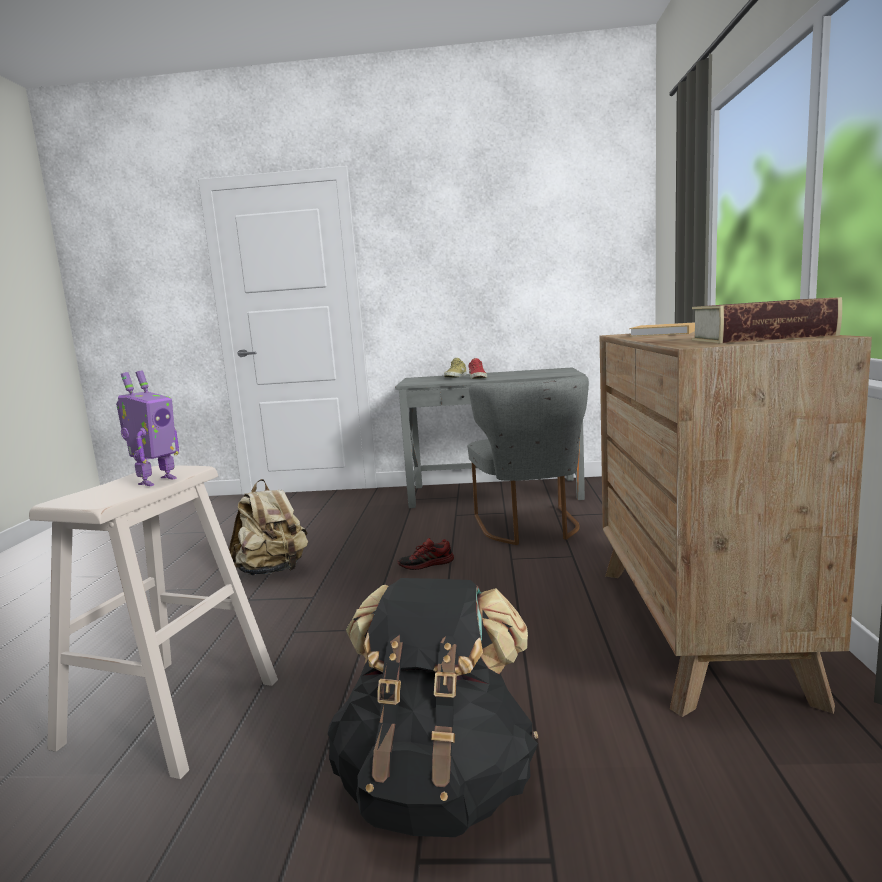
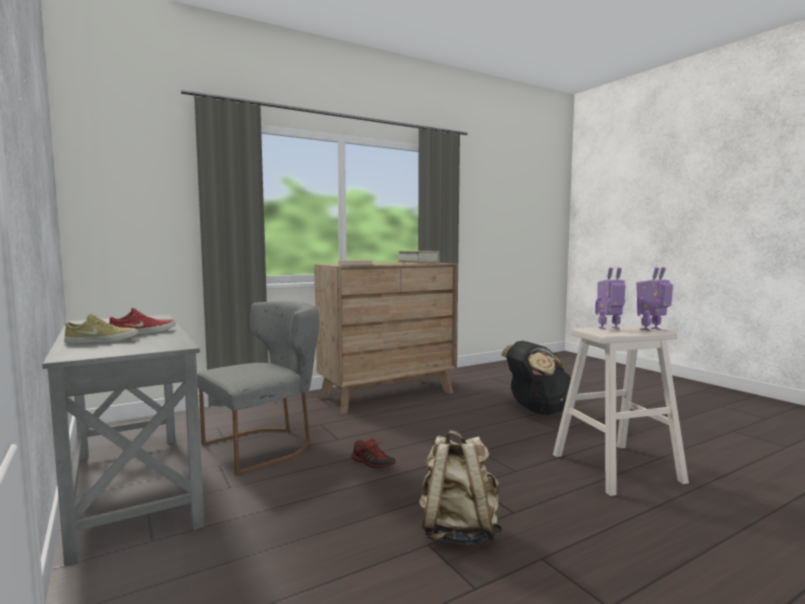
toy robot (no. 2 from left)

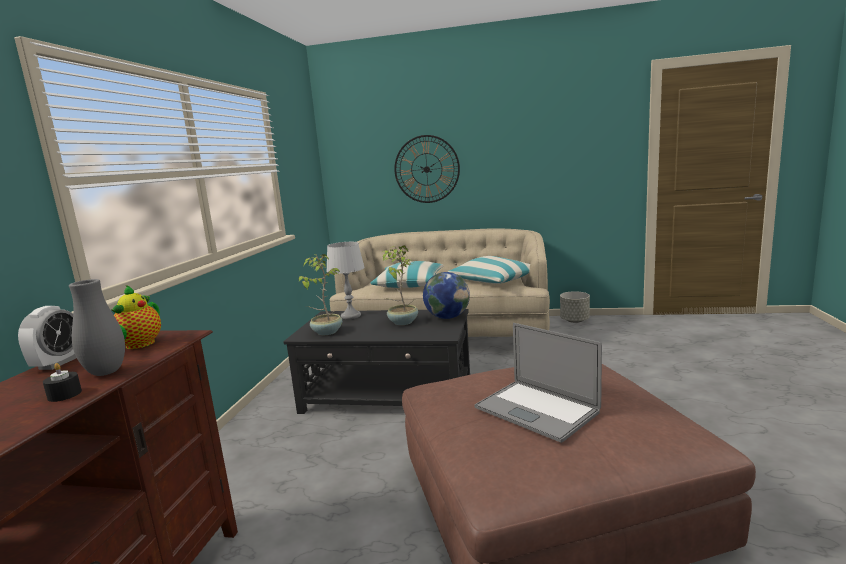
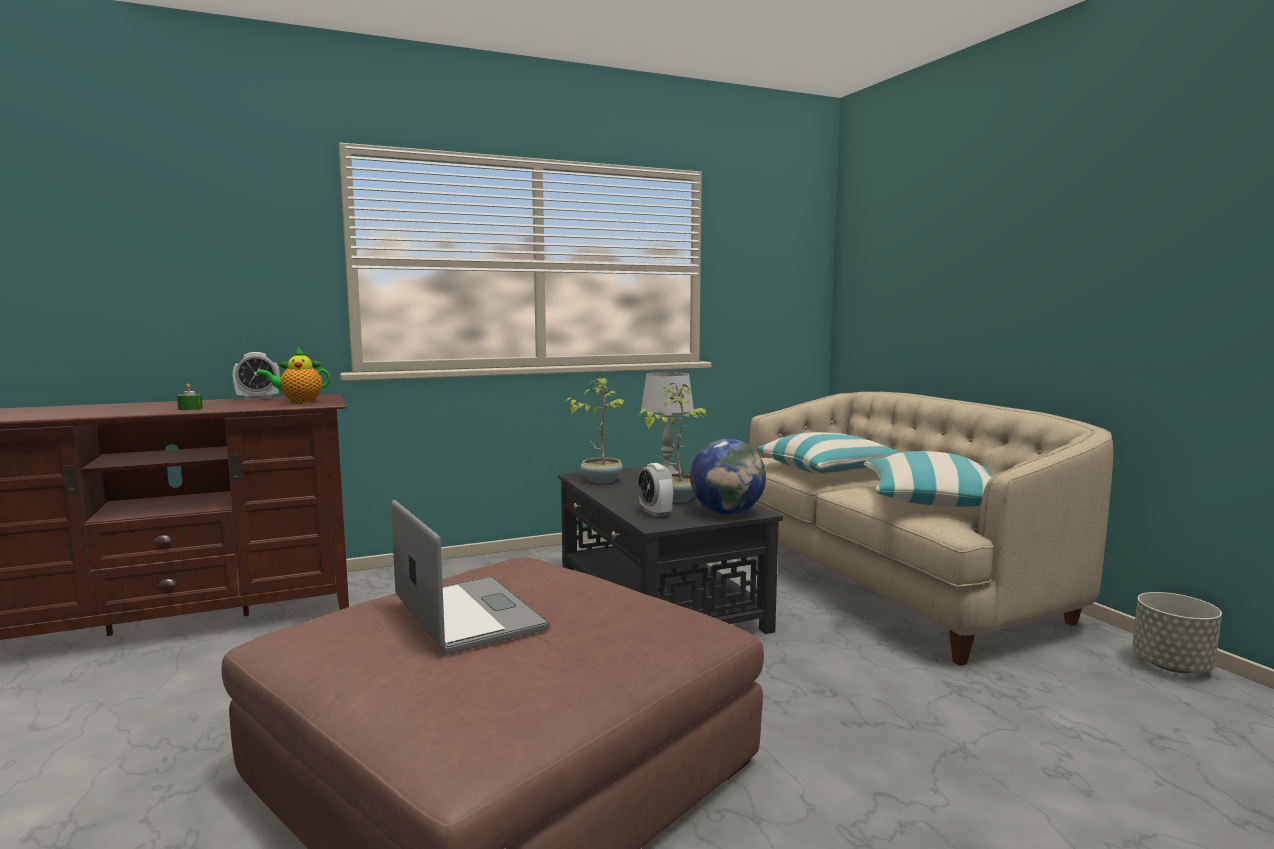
hanging clock
gray flower vase
portable computer
green wax candle
alarm clock (no. 2 from left)

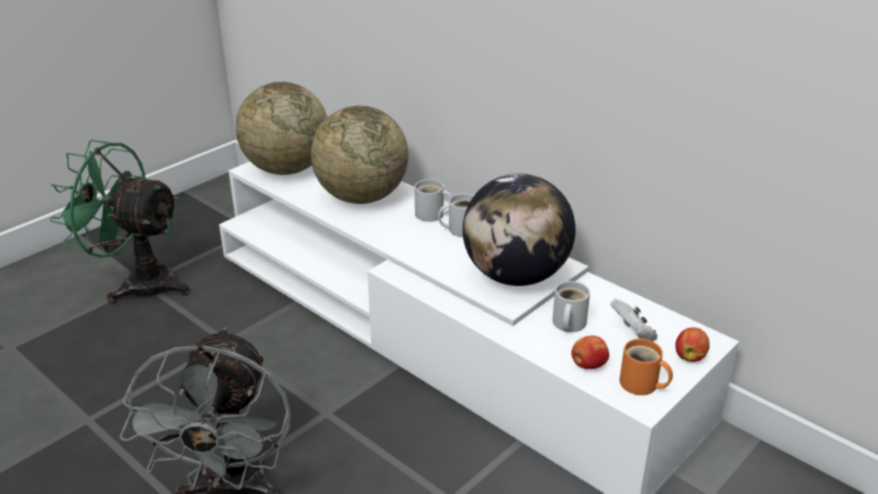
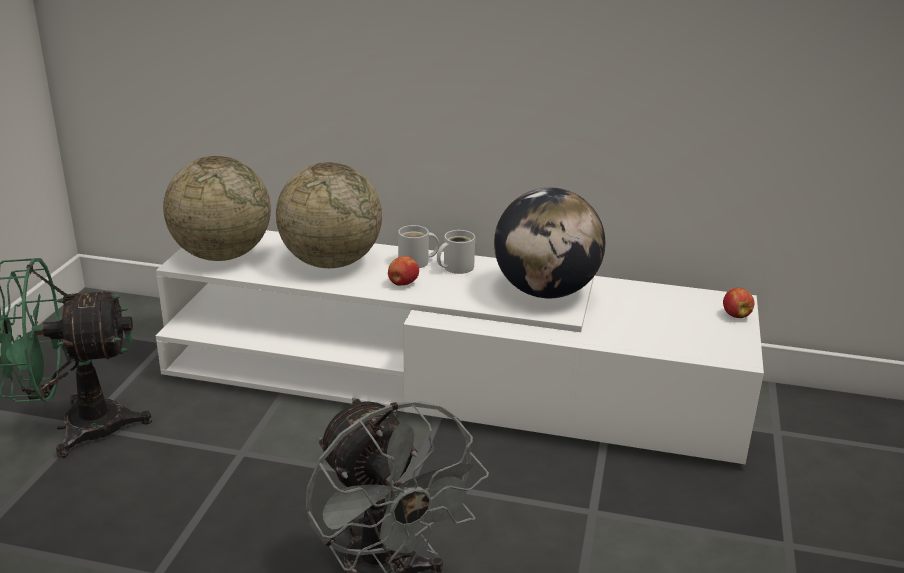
white mug (no. 3 from left in the first image)
white game controller
whole apple (no. 1 from left)
orange-coloured mug

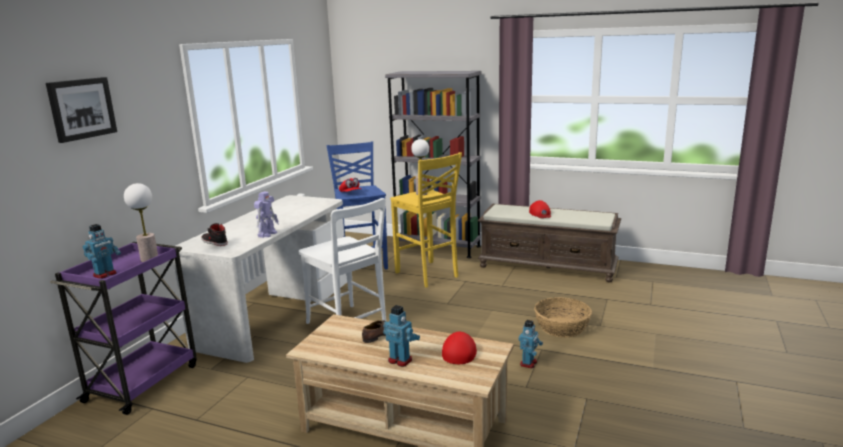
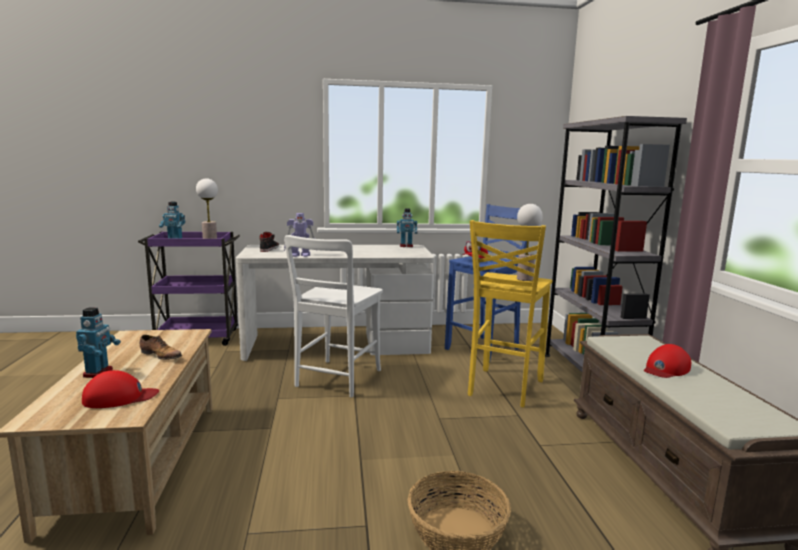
picture
toy robot (no. 4 from left)

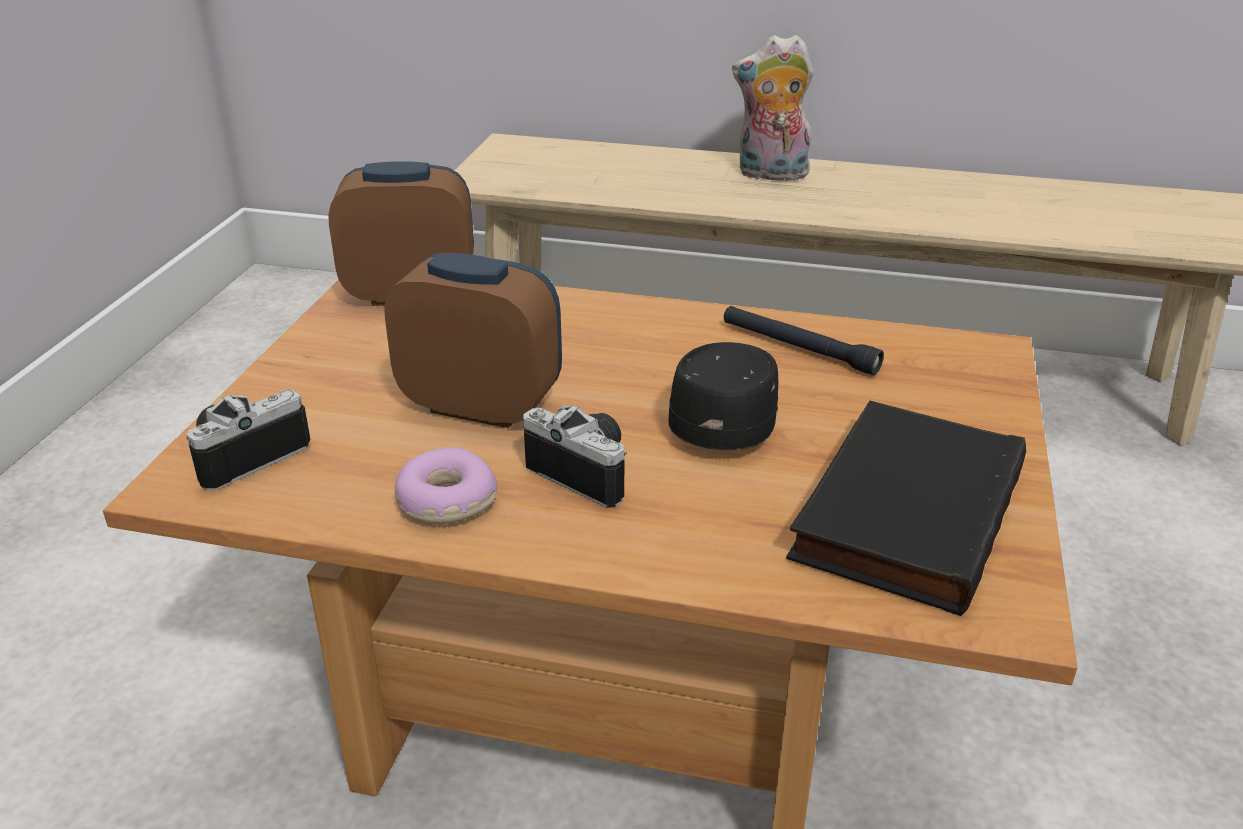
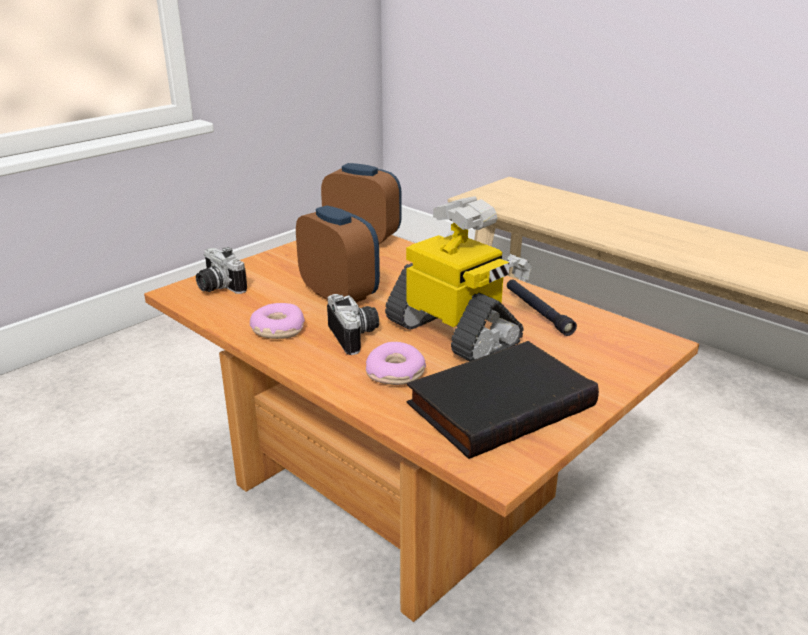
plush toy
toy robot
photo camera (no. 1 from left)
doughnut (no. 2 from left)

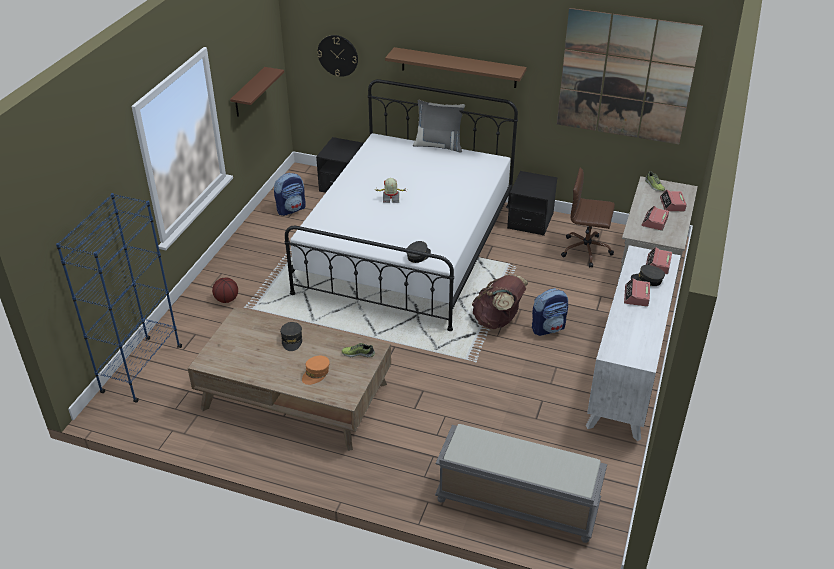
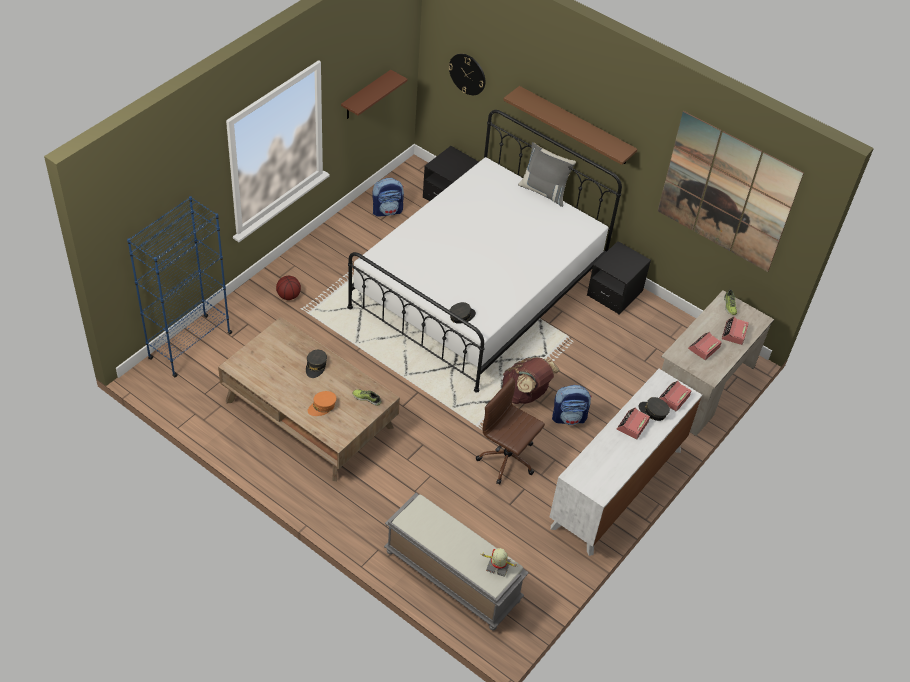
brown computer chair
toy robot

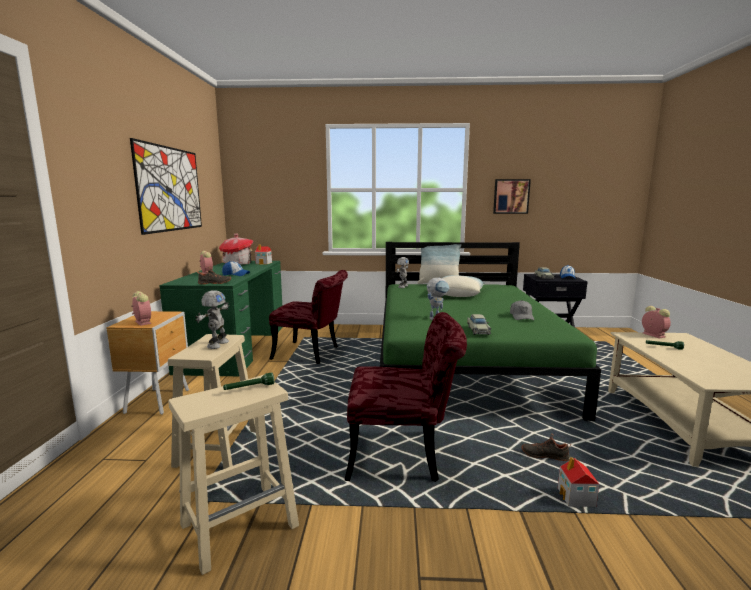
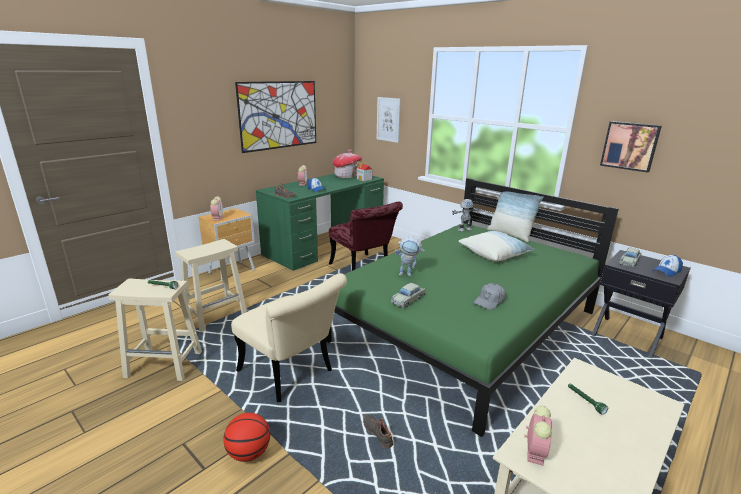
toy robot (no. 1 from left in the first image)
alarm clock (no. 3 from left)
beige upright chair
miniature house (no. 3 from left in the first image)
picture (no. 2 from left)
basketball

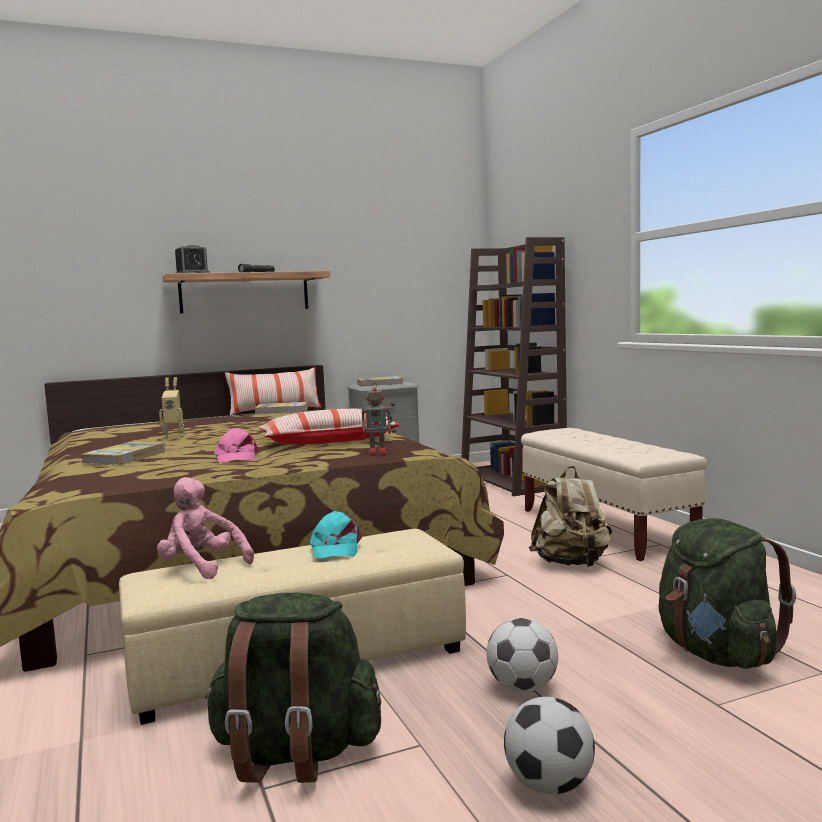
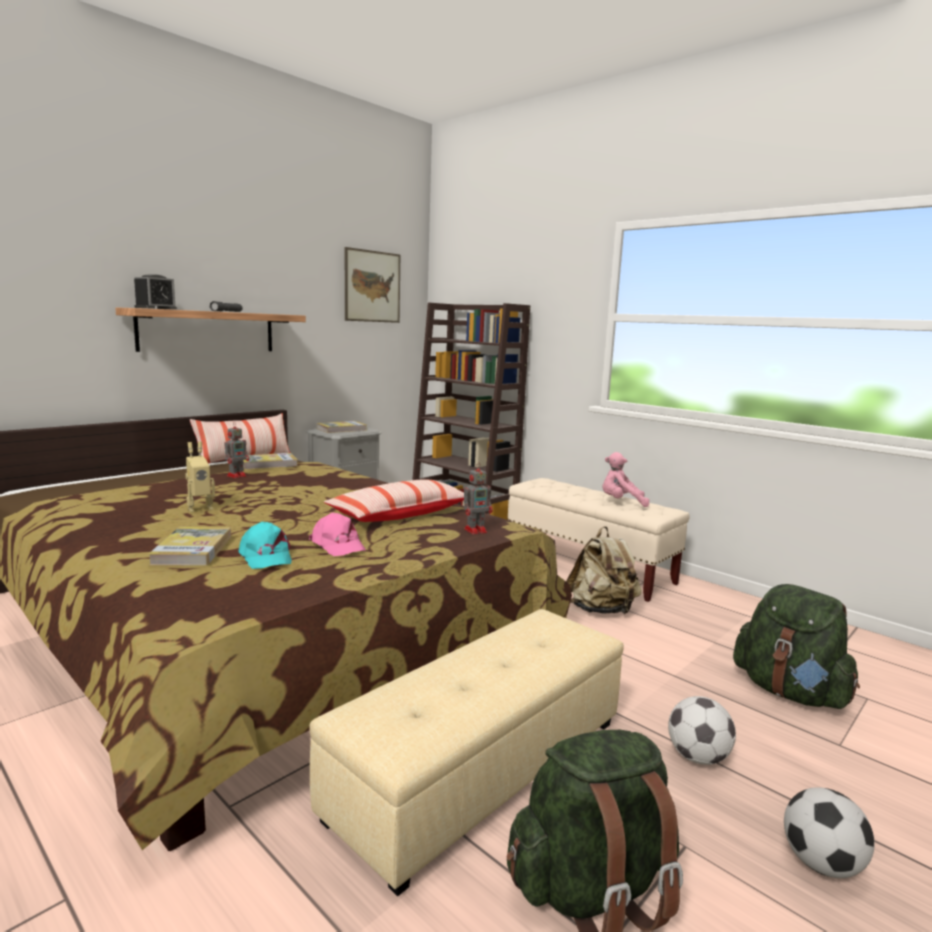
pink plush toy
turquoise-coloured cap
picture
toy robot (no. 2 from left)

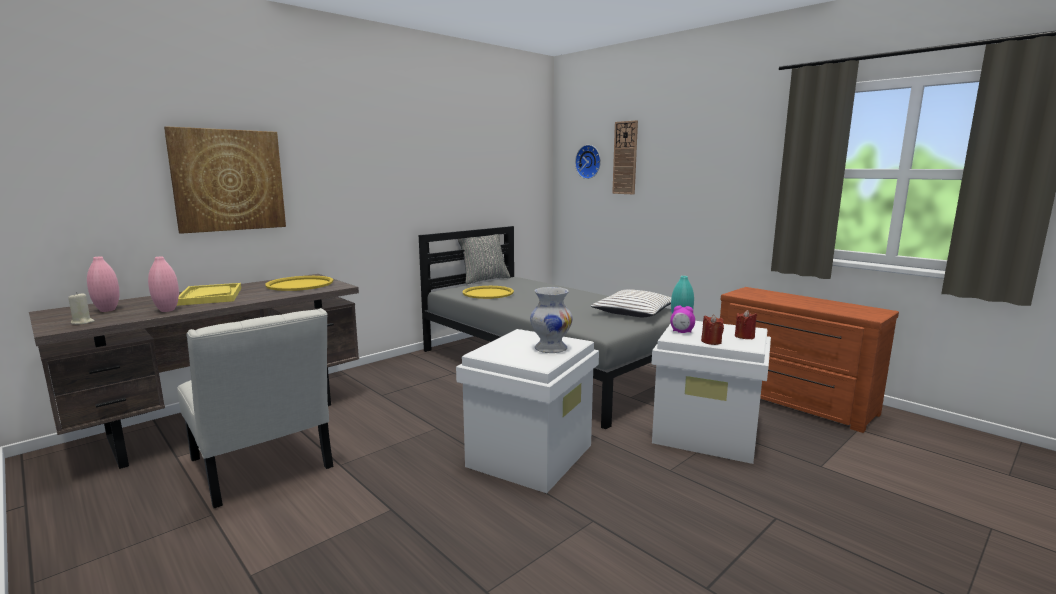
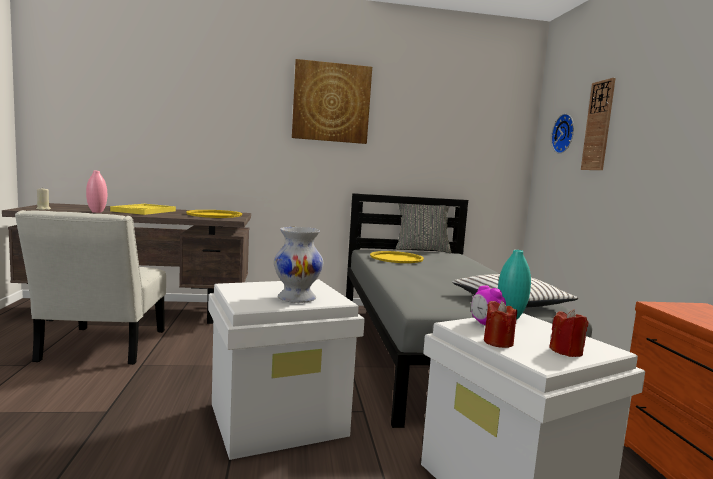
picture
pink flower vase (no. 1 from left in the first image)

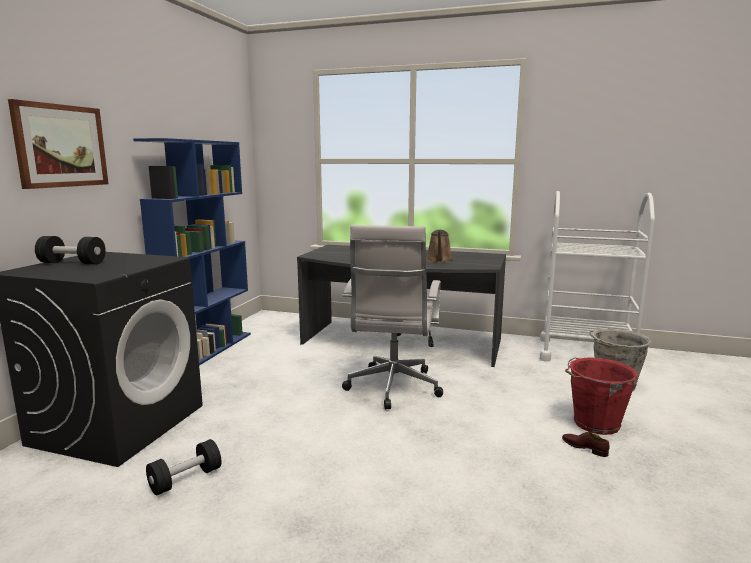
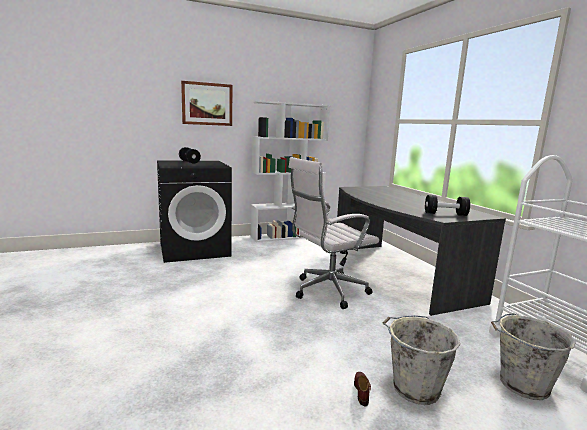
white shelving unit
brown watering pot
gray bucket (no. 1 from left)
black-coloured dumbbell (no. 2 from left)

